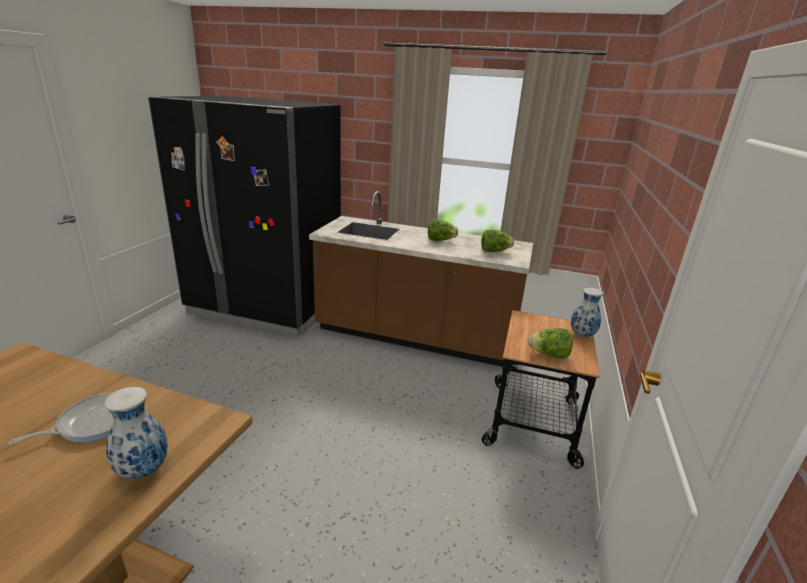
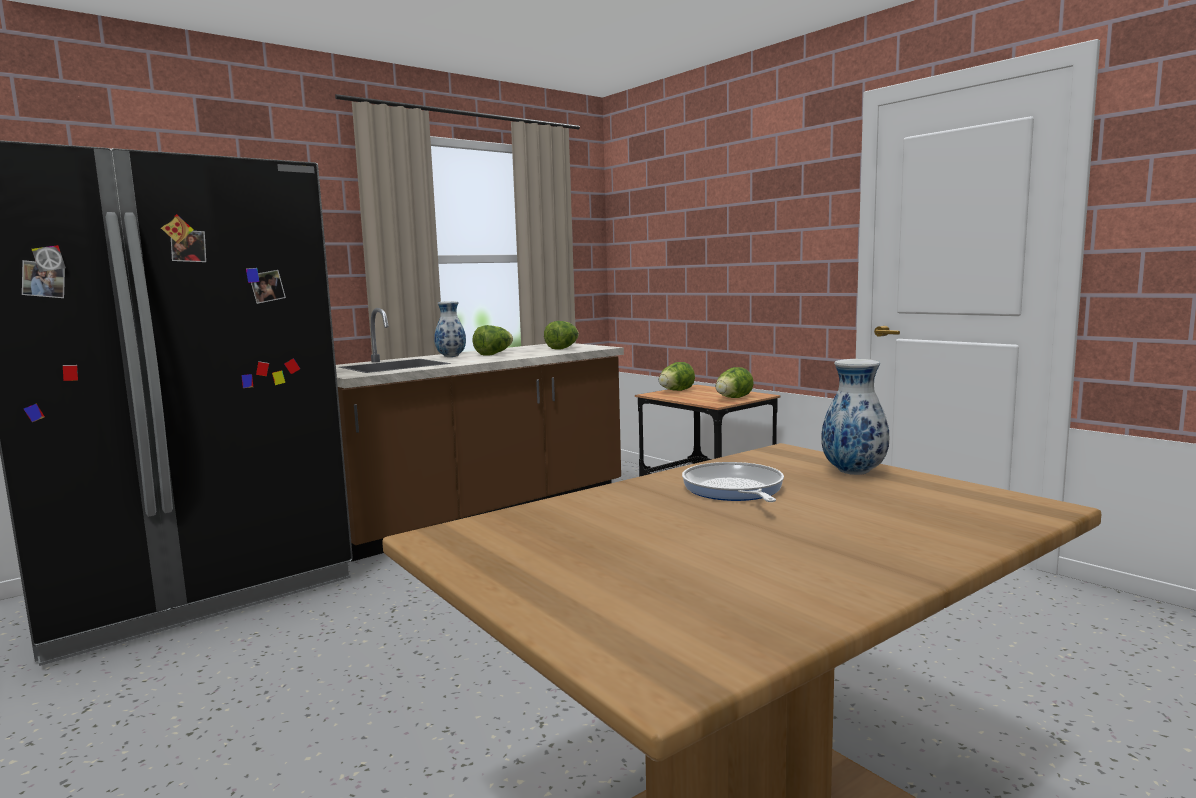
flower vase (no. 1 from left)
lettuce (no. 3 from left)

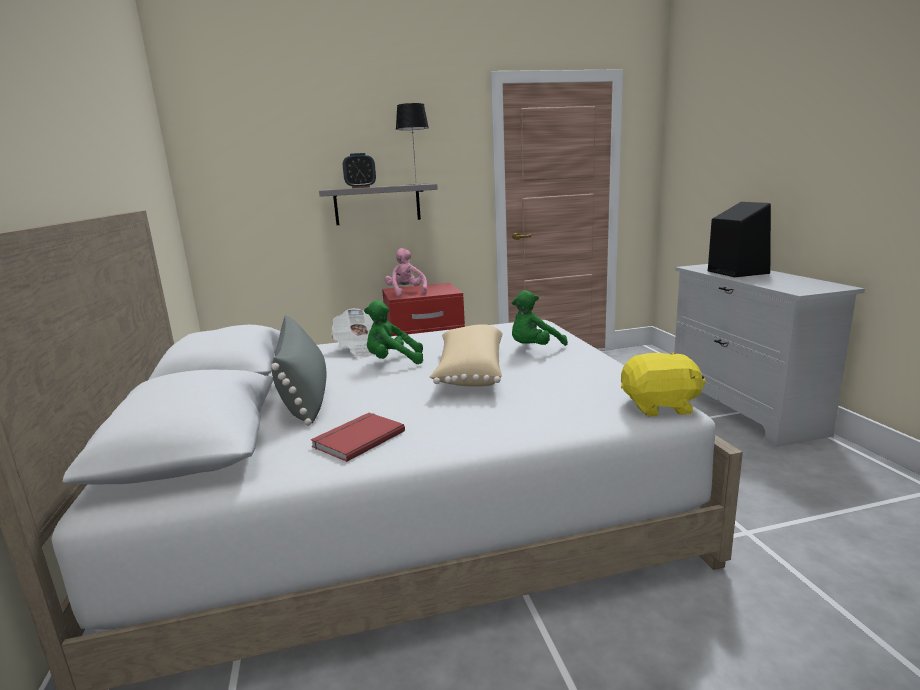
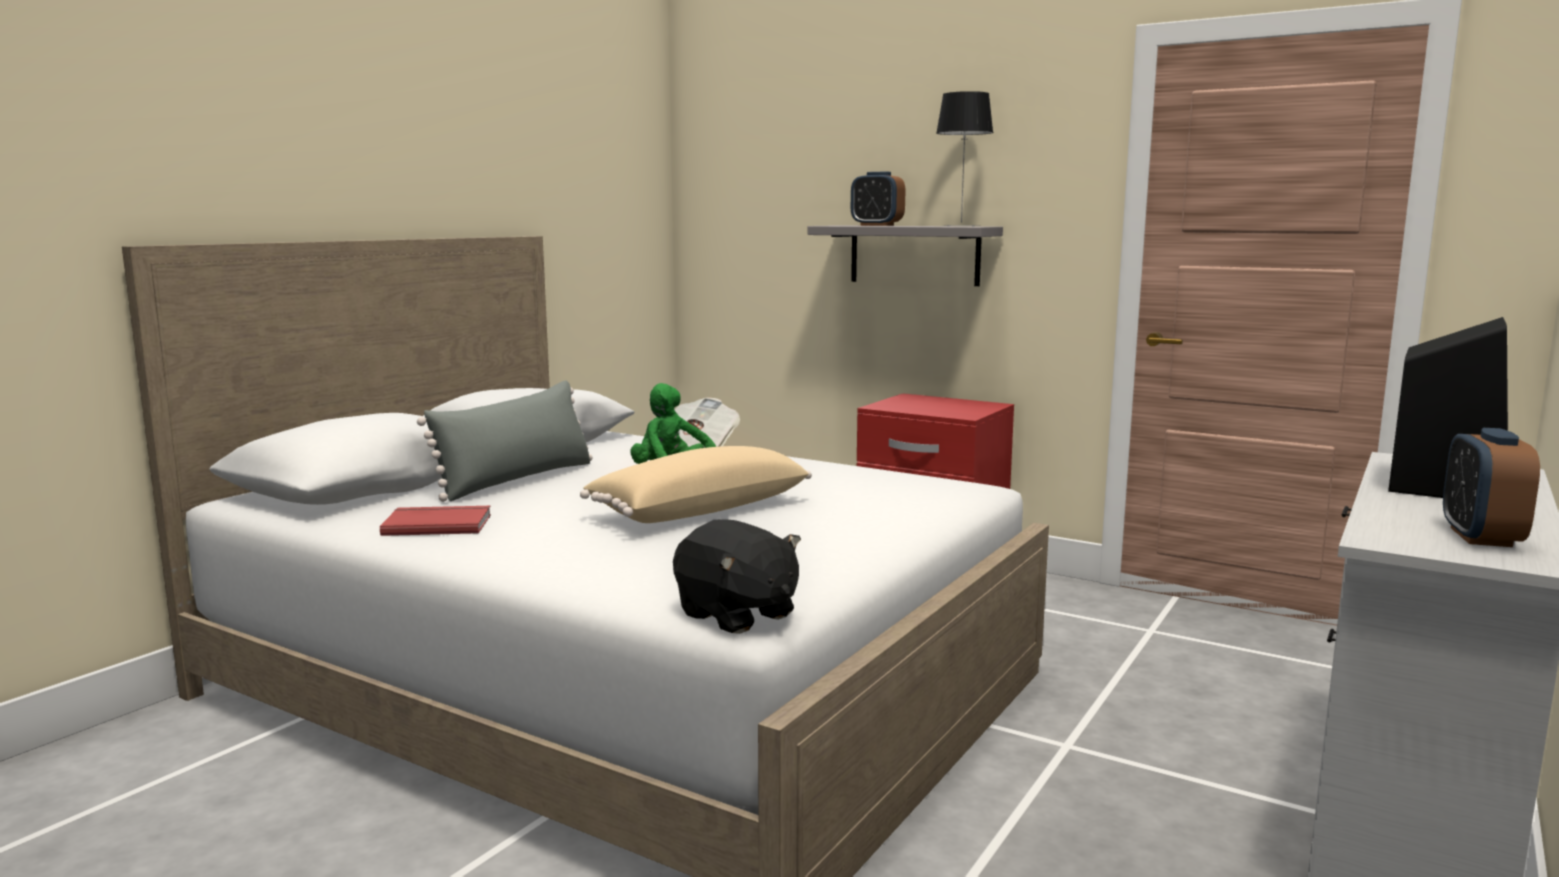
pink plush toy
green plush toy (no. 2 from left in the first image)
black-coloured plush toy
alarm clock (no. 2 from left)

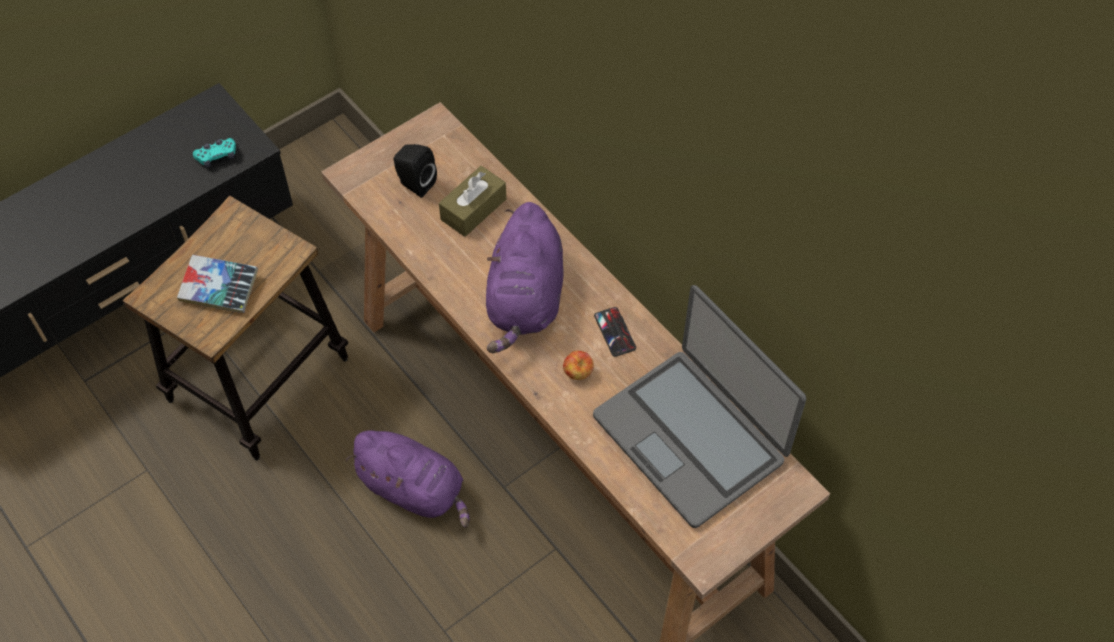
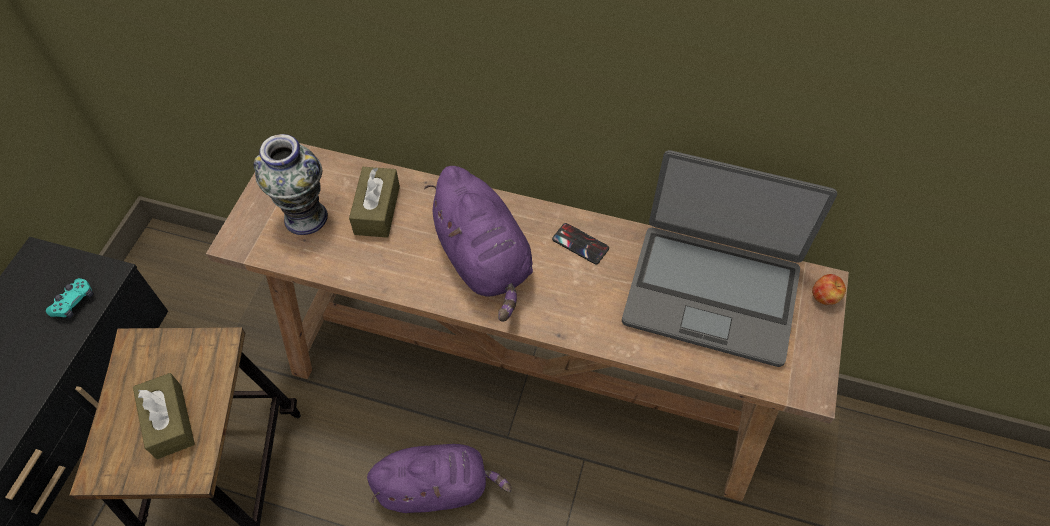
flower vase
brown tissue holder (no. 1 from left)
whole apple

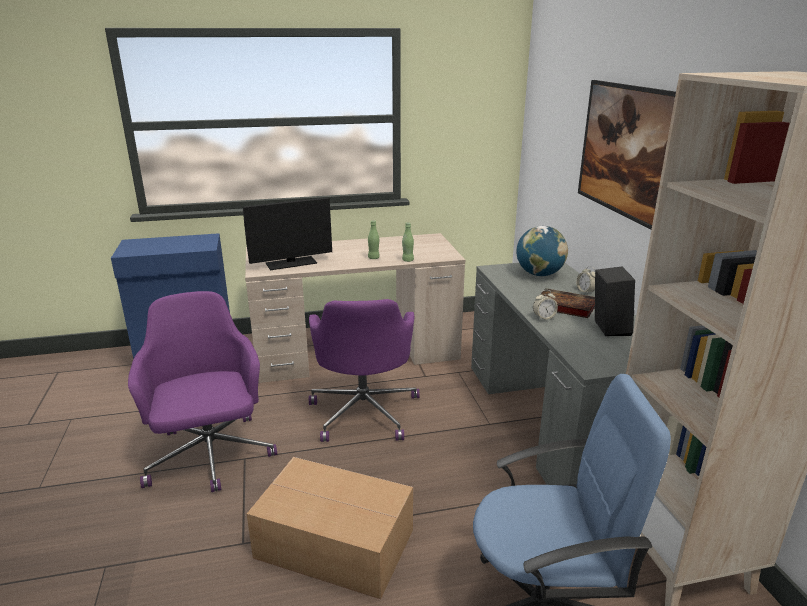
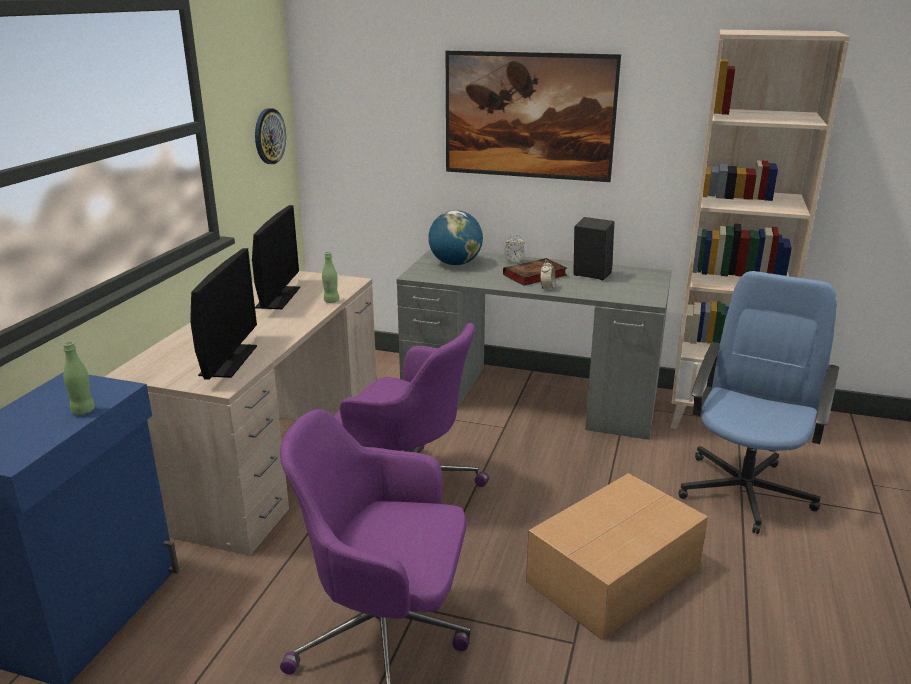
green drink bottle (no. 1 from left)
hanging clock
computer screen (no. 2 from left)

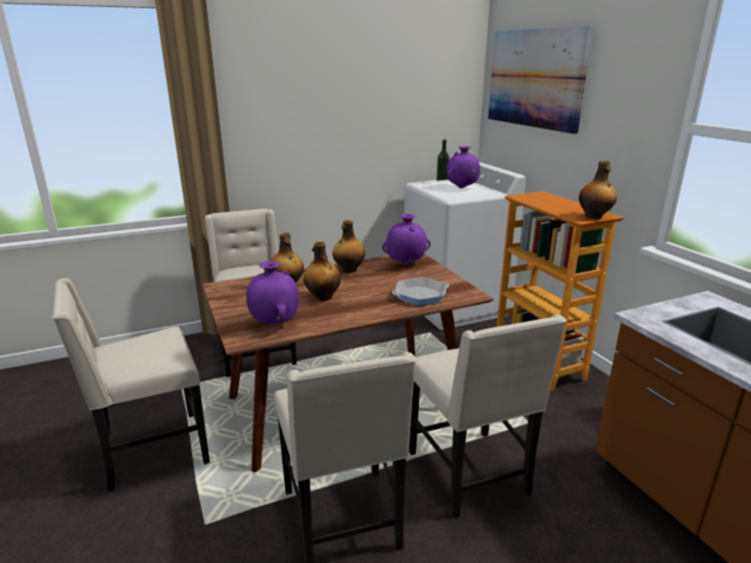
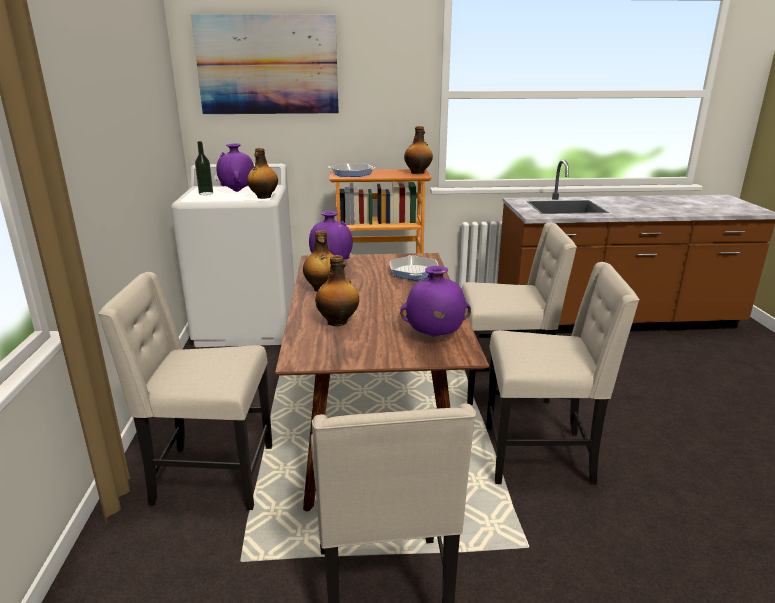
drink bottle (no. 2 from left)
frying pan (no. 1 from left)

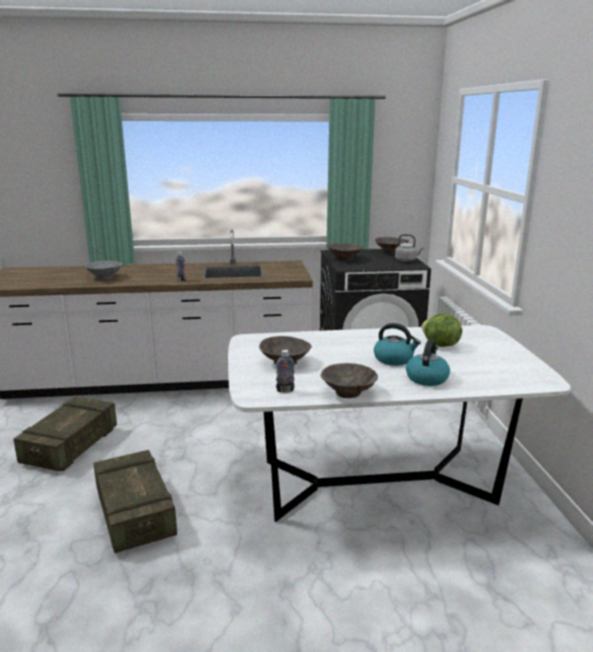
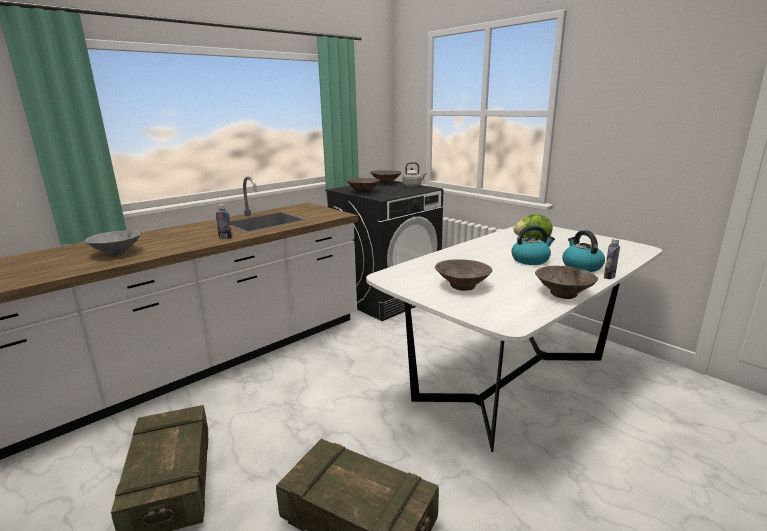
drink bottle (no. 2 from left)

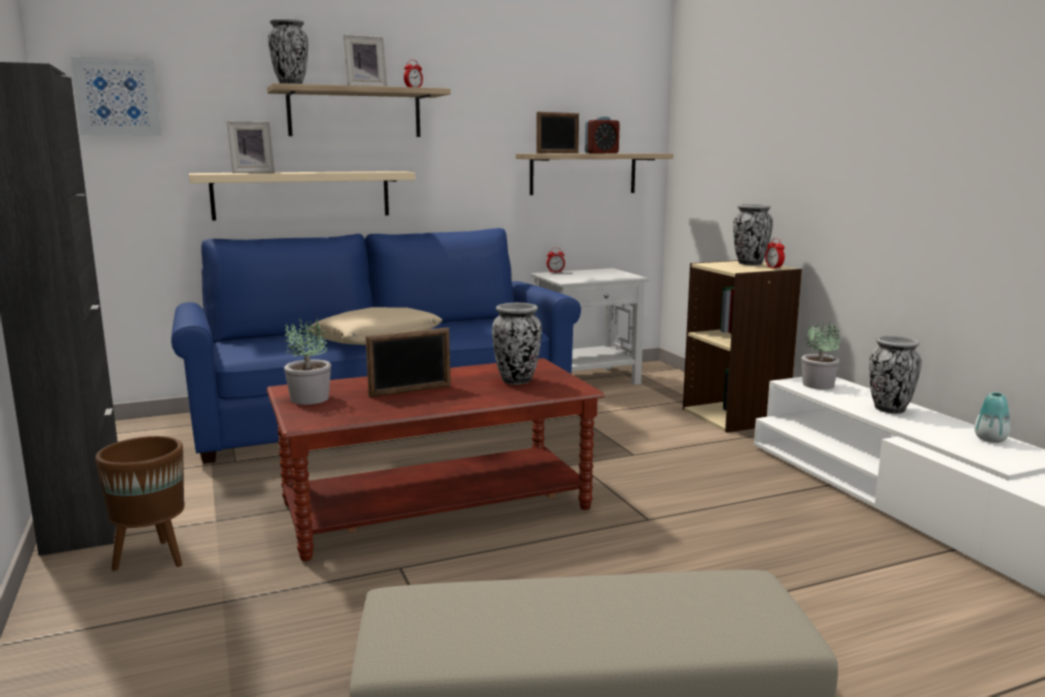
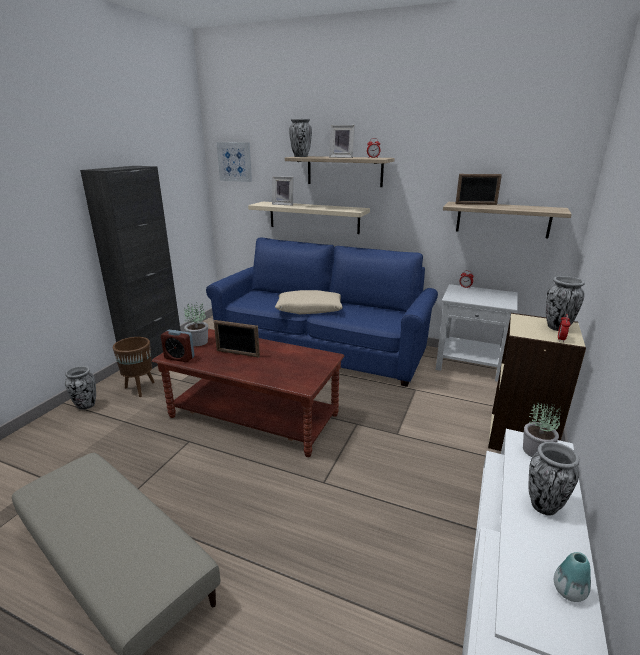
alarm clock (no. 1 from left)
flower vase (no. 1 from left)

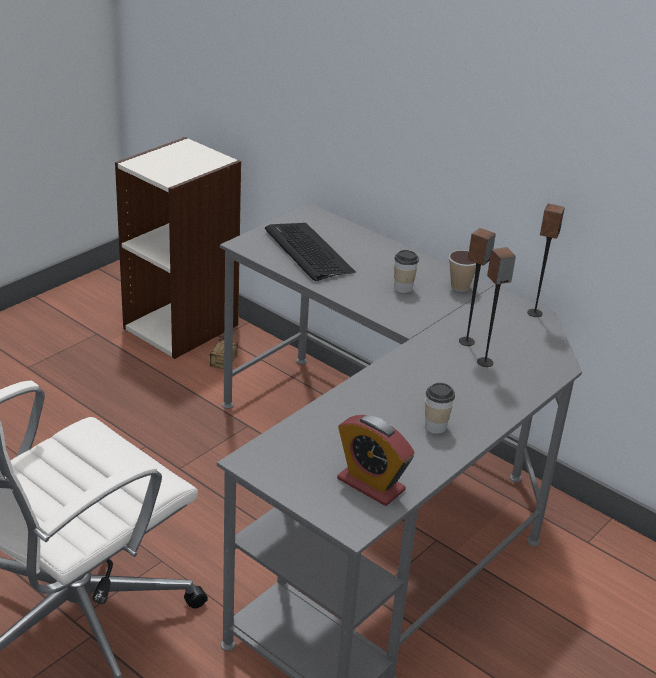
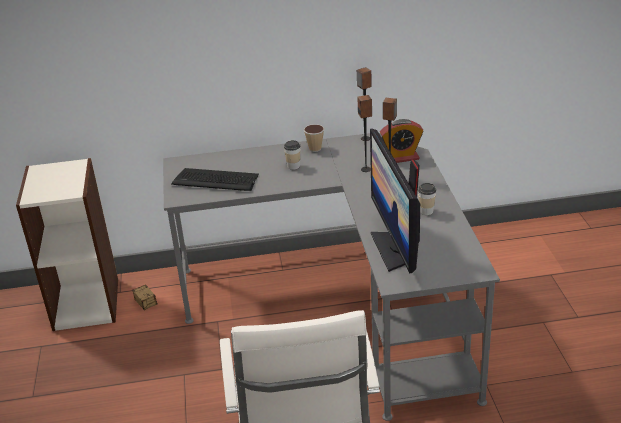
alarm clock
computer screen

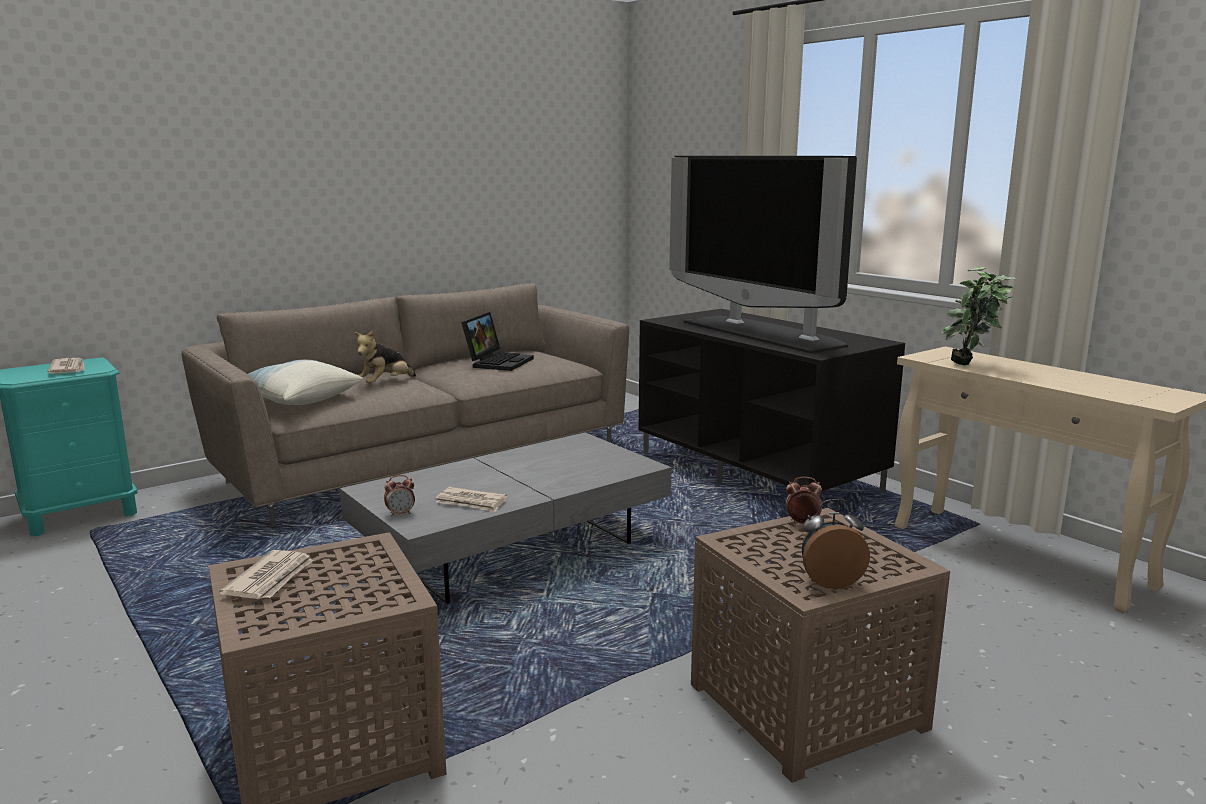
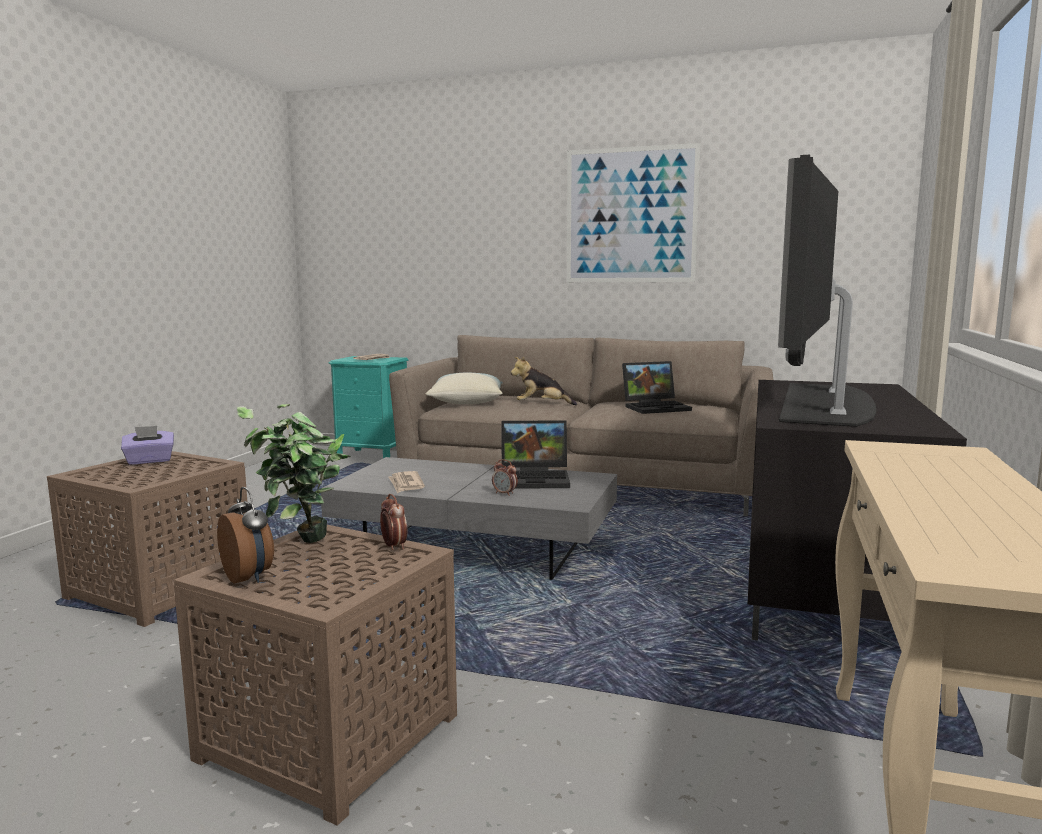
plant in a pot
alarm clock (no. 3 from left)
purplish tissue holder
picture
portable computer (no. 1 from left)

